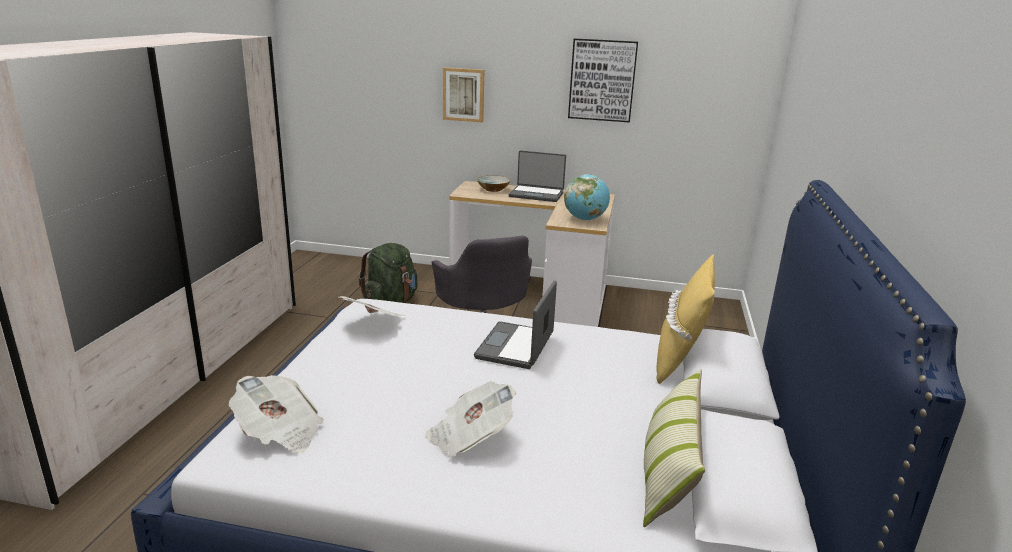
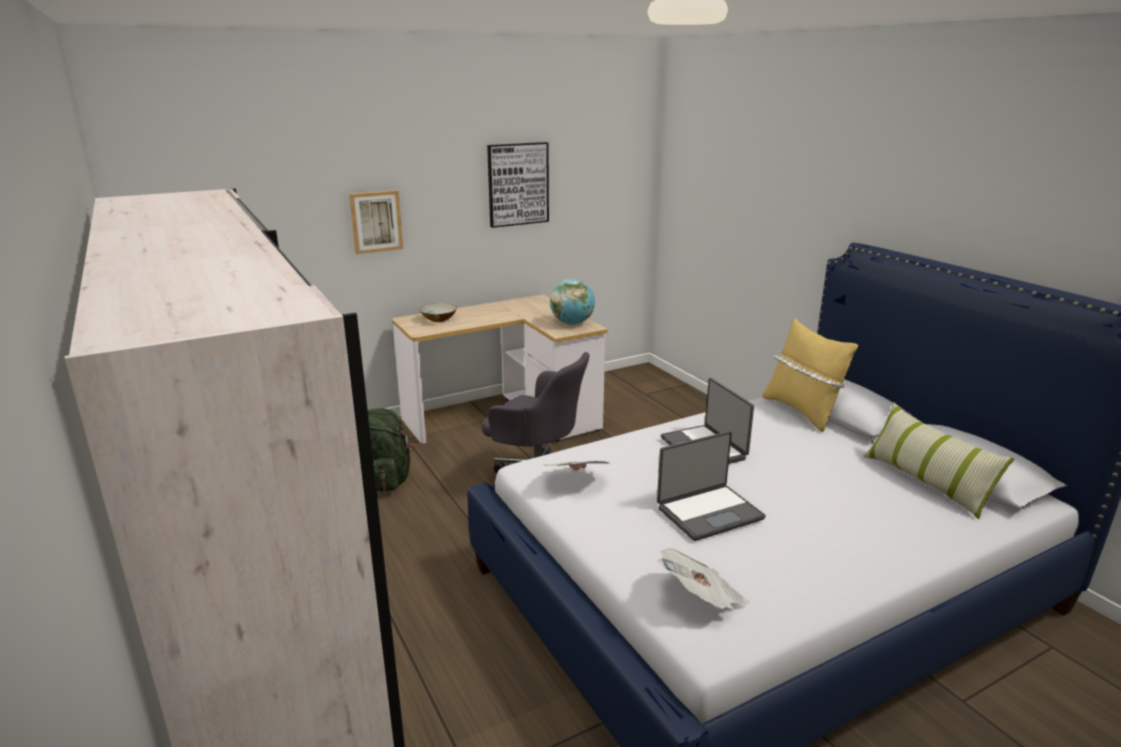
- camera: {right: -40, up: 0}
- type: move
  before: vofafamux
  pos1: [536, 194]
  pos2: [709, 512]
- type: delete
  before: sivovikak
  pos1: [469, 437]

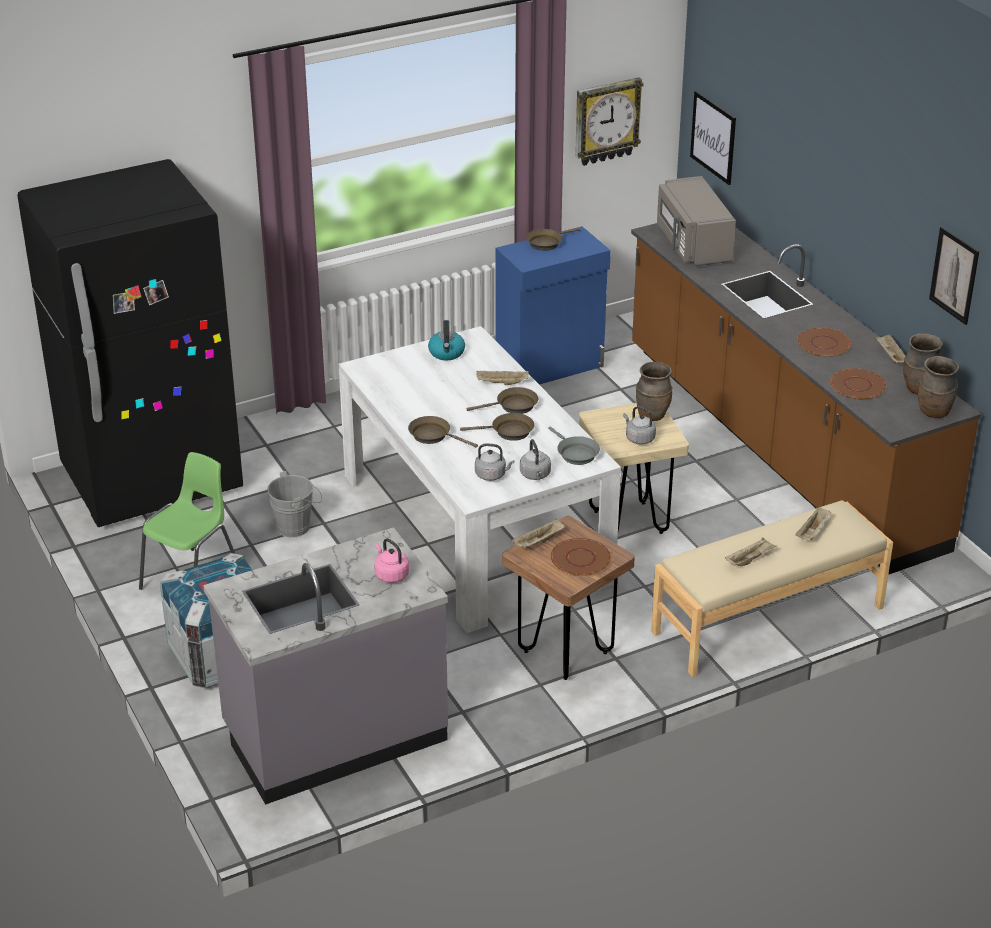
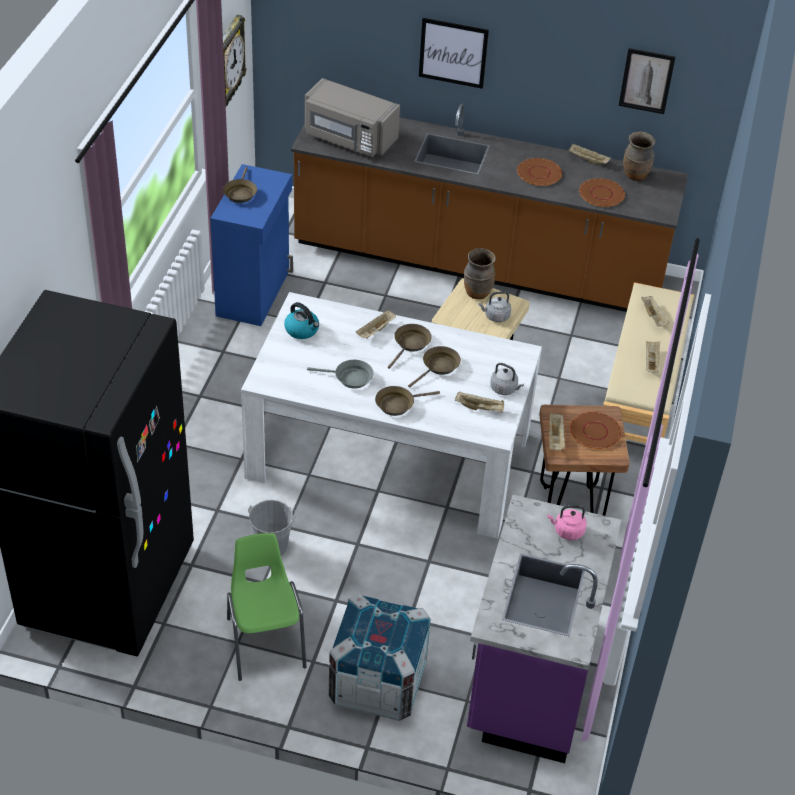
- camera: {right: -50, up: 10}
- type: move
  before: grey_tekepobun
  pos1: [575, 453]
  pos2: [350, 378]
- type: move
  before: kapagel
  pos1: [713, 137]
  pos2: [453, 53]
- type: replace
  before: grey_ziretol
  after: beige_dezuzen
  pos1: [492, 475]
  pos2: [480, 408]
- type: recolor
  before: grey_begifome
  after: purple_begifome
  pos1: [334, 734]
  pos2: [530, 678]
- type: delete
  before: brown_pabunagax
  pos1: [934, 412]

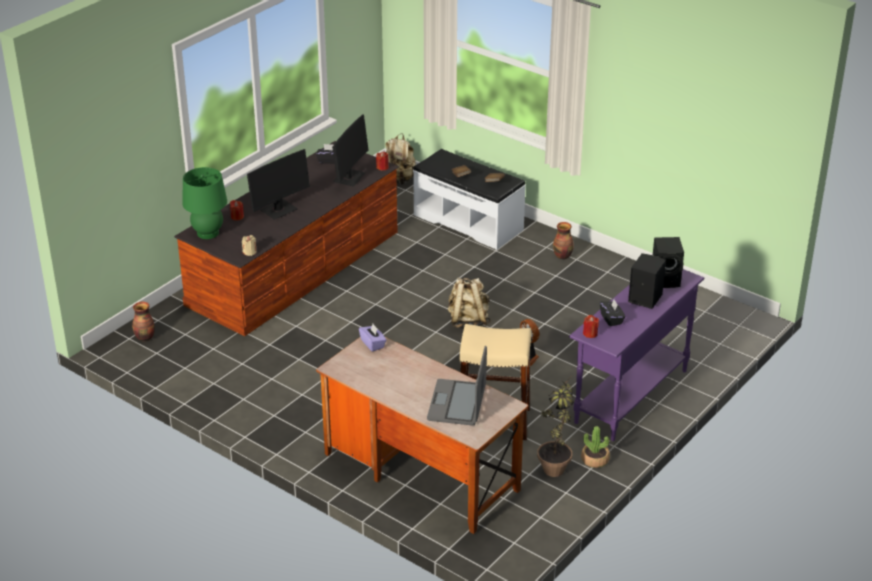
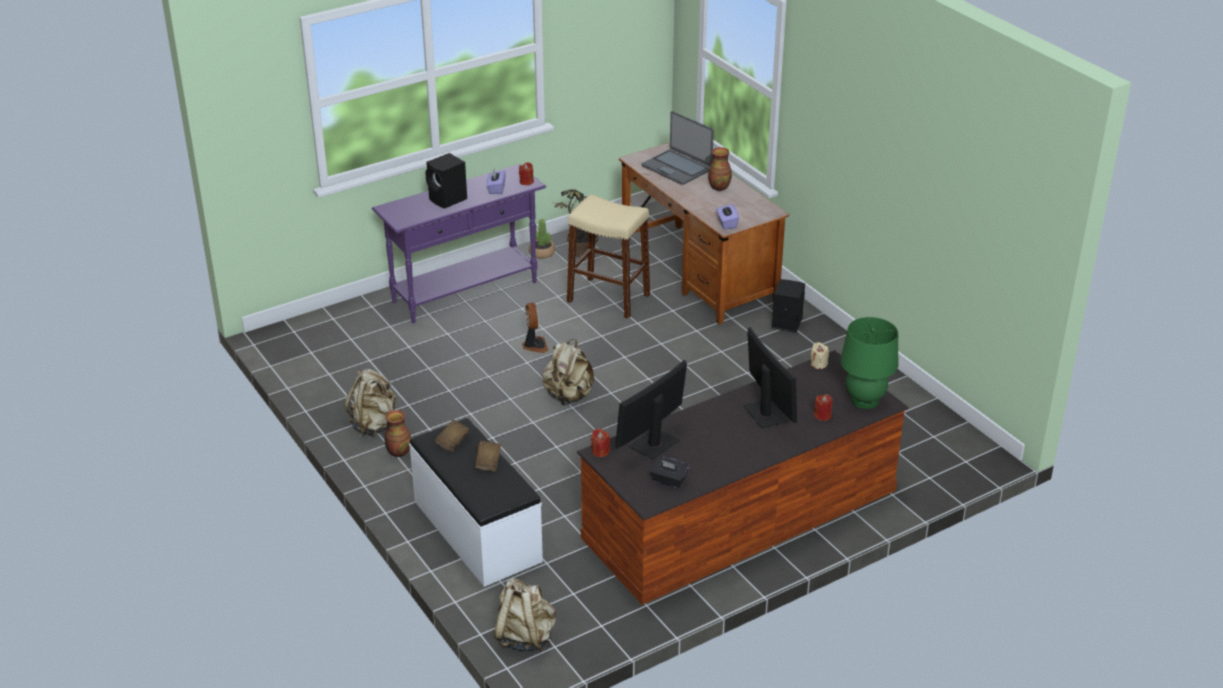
- camera: {right: -160, up: 0}
- type: insert
  after: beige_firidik
  pos2: [374, 425]
- type: recolor
  before: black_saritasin
  after: purple_saritasin
  pos1: [611, 319]
  pos2: [496, 189]
- type: rotate
  before: vofafamux
  pos1: [457, 403]
  pos2: [677, 168]
  turn: 105
- type: move
  before: pabunagax
  pos1: [145, 337]
  pos2: [719, 187]
- type: rotate
  before: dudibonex
  pos1: [279, 210]
  pos2: [766, 414]
  turn: 90
- type: move
  before: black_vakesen
  pos1: [666, 279]
  pos2: [785, 323]

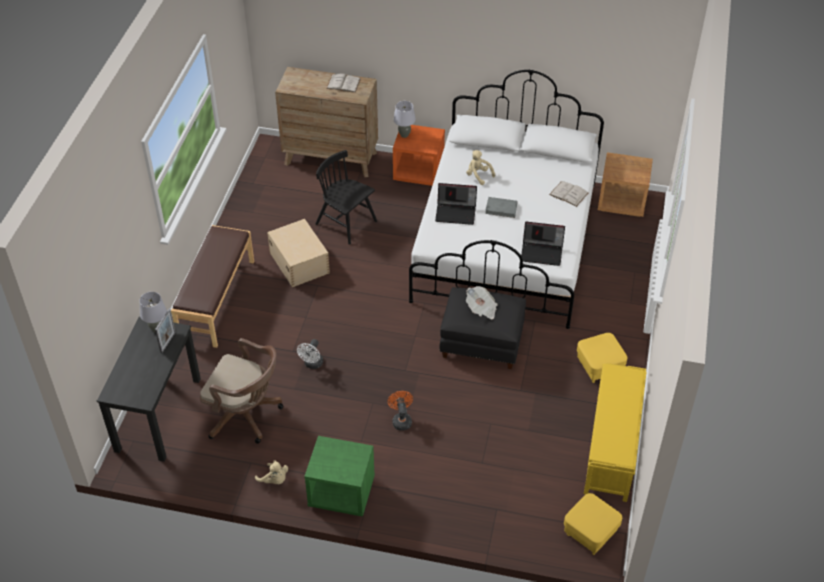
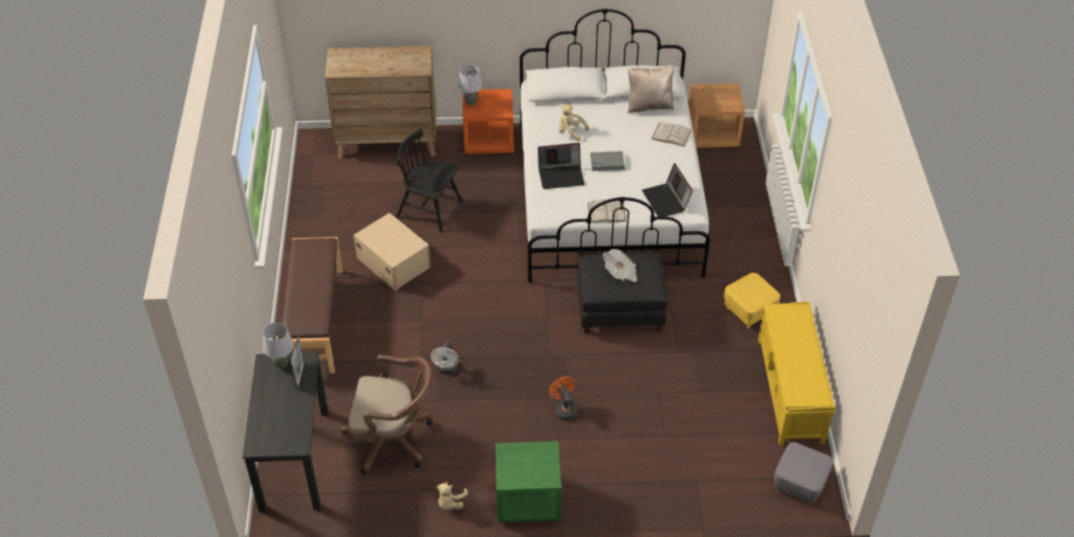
- camera: {right: -15, up: 0}
- type: rotate
  before: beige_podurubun
  pos1: [274, 480]
  pos2: [450, 503]
  turn: 90
- type: move
  before: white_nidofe
  pos1: [343, 83]
  pos2: [606, 212]
- type: insert
  after: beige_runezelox
  pos2: [649, 105]
- type: rotate
  before: vofafamux
  pos1: [542, 252]
  pos2: [666, 201]
  turn: 75
- type: recolor
  before: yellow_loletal
  after: grey_loletal
  pos1: [590, 533]
  pos2: [799, 484]

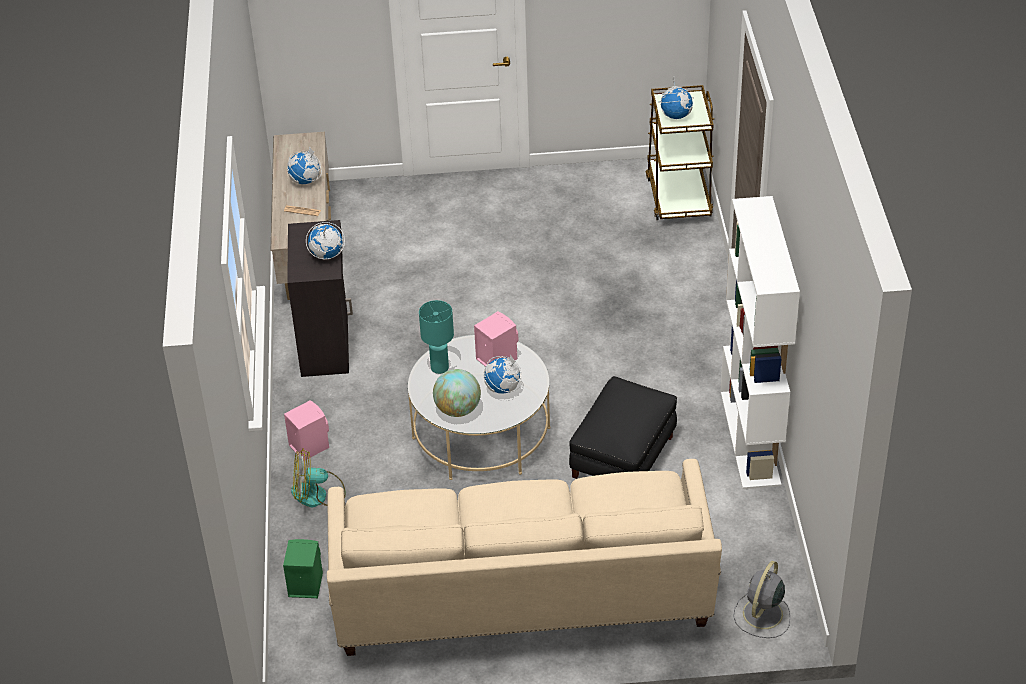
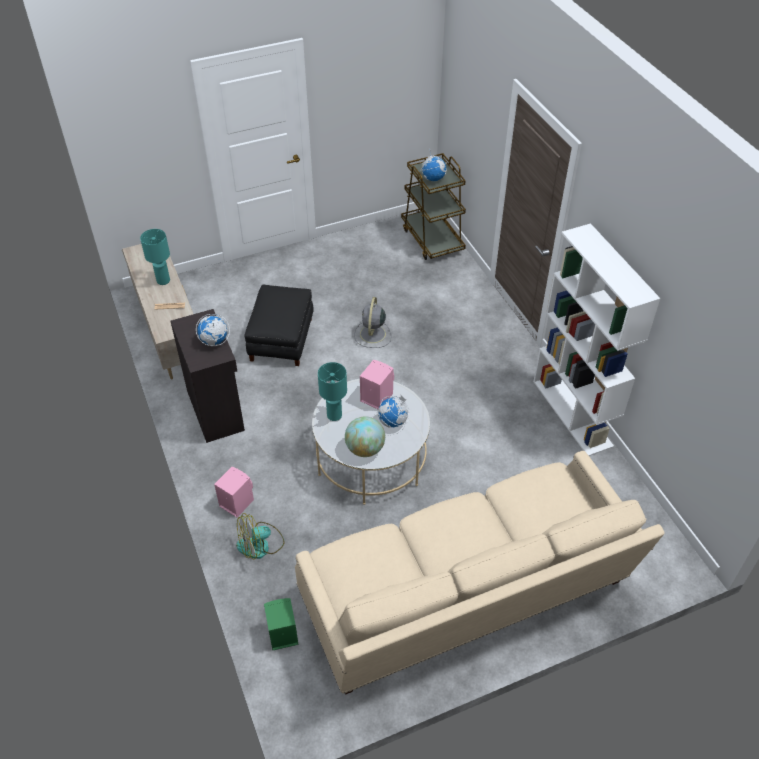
- camera: {right: -20, up: 5}
- type: replace
  before: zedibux
  after: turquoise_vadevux
  pos1: [305, 181]
  pos2: [163, 281]
- type: move
  before: black_loletal
  pos1: [623, 457]
  pos2: [282, 340]
- type: move
  before: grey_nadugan
  pos1: [762, 615]
  pos2: [372, 335]

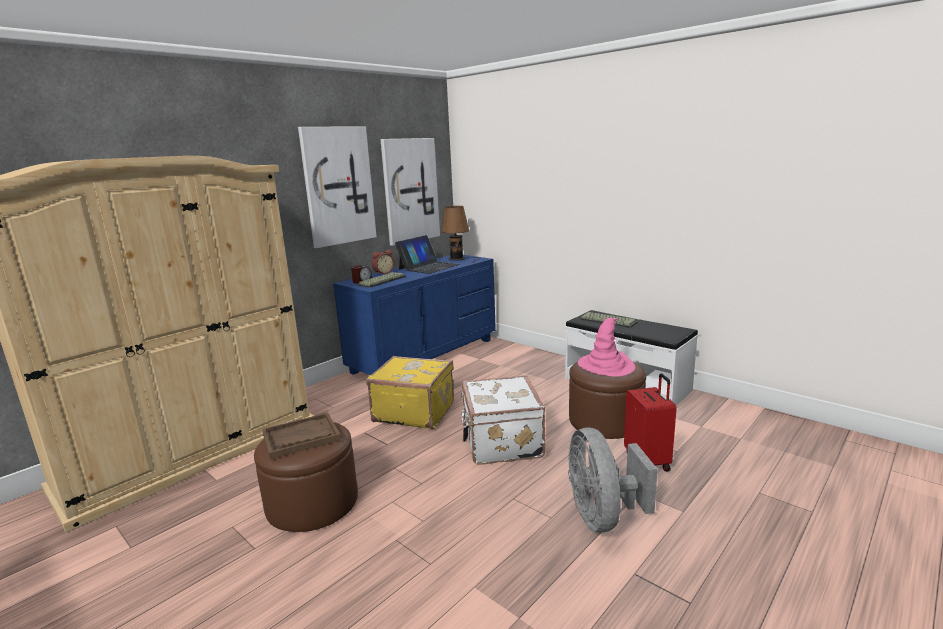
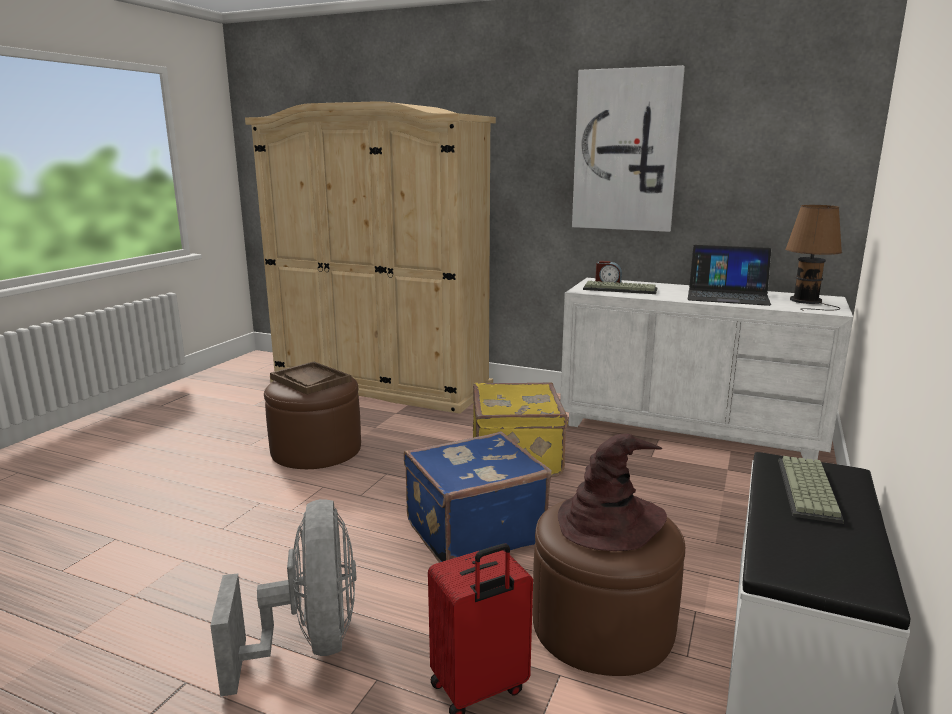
- camera: {right: 70, up: 0}
- type: rotate
  before: grey_nadugan
  pos1: [602, 516]
  pos2: [309, 643]
  turn: 105
- type: recolor
  before: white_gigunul
  after: blue_gigunul
  pos1: [500, 442]
  pos2: [473, 530]
- type: recolor
  before: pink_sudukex
  after: brown_sudukex
  pos1: [606, 365]
  pos2: [609, 522]
- type: recolor
  before: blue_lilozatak
  after: white_lilozatak
  pos1: [425, 356]
  pos2: [689, 429]
- type: delete
  before: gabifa
  pos1: [383, 273]
- type: delete
  before: kapagel
  pos1: [410, 190]

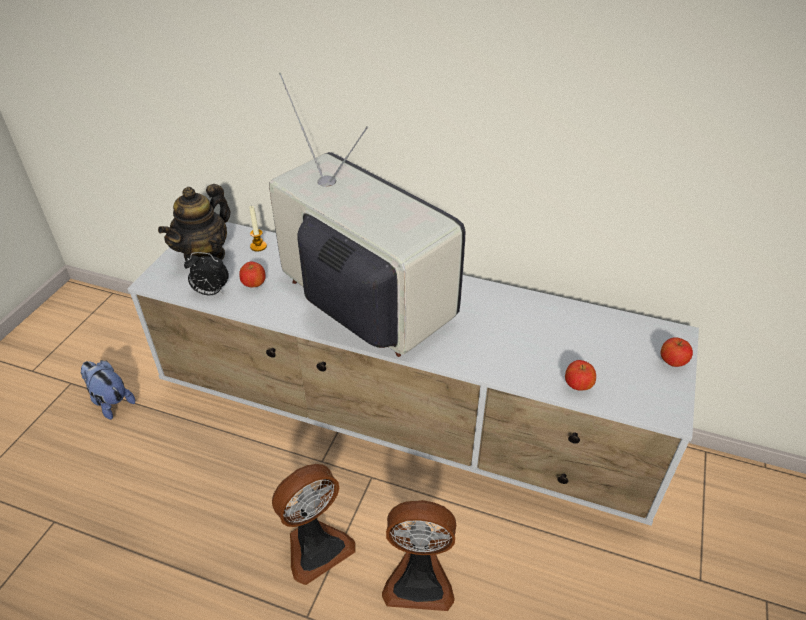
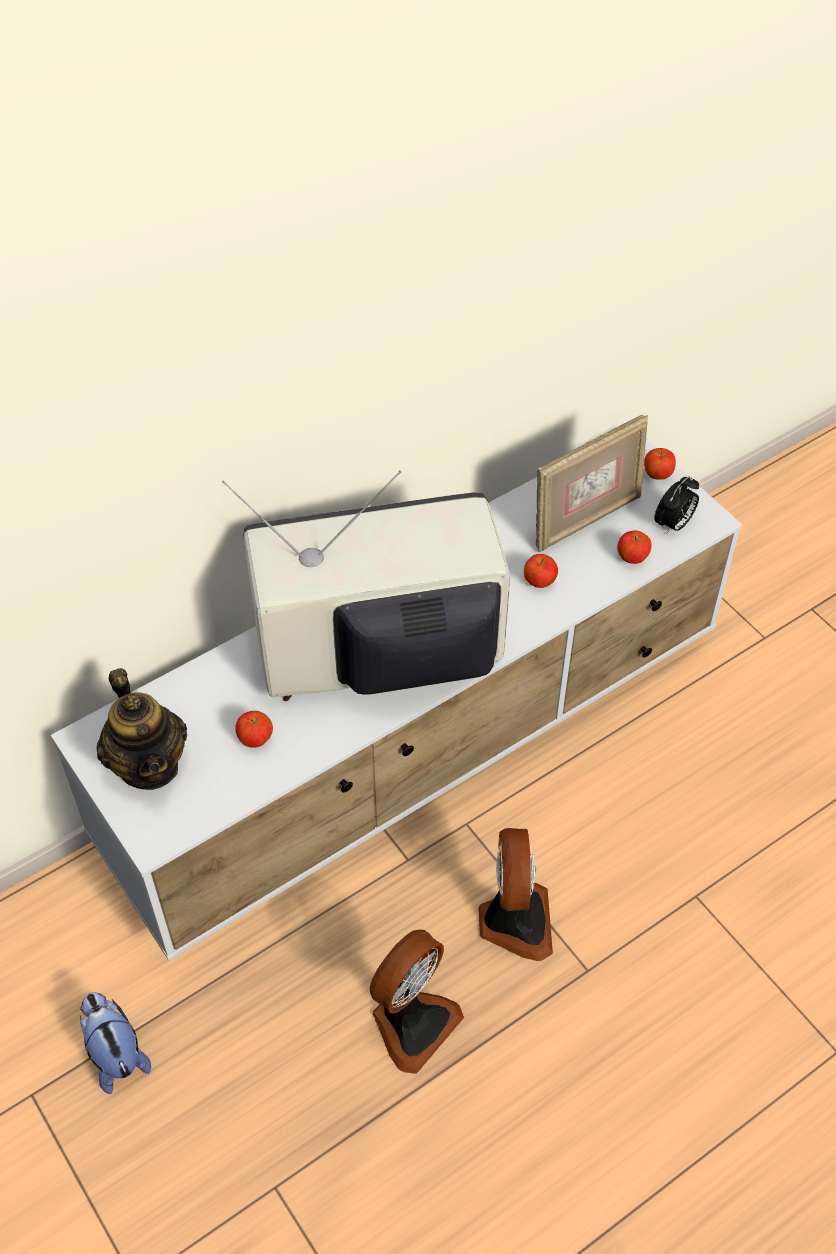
- camera: {right: -55, up: 10}
- type: rotate
  before: podurubun
  pos1: [111, 401]
  pos2: [115, 1053]
  turn: 75
- type: move
  before: nadugan
  pos1: [419, 579]
  pos2: [411, 1022]
- type: insert
  after: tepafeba
  pos2: [539, 581]
- type: insert
  after: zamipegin
  pos2: [585, 520]
- type: move
  before: gabifa
  pos1: [210, 292]
  pos2: [673, 524]
- type: delete
  before: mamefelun
  pos1: [258, 246]

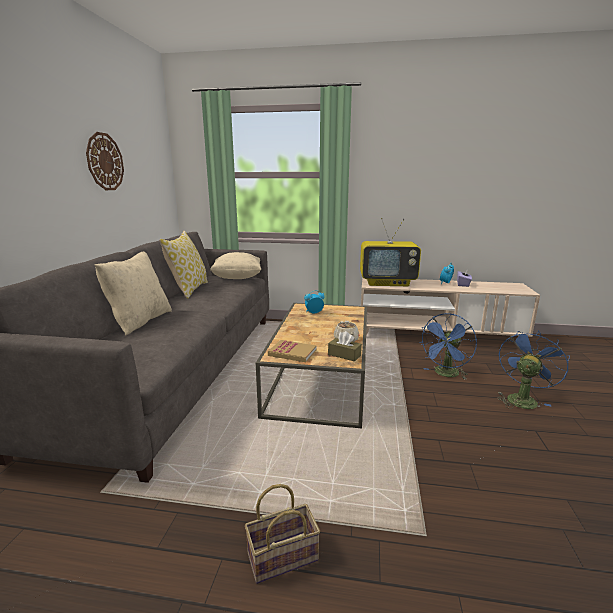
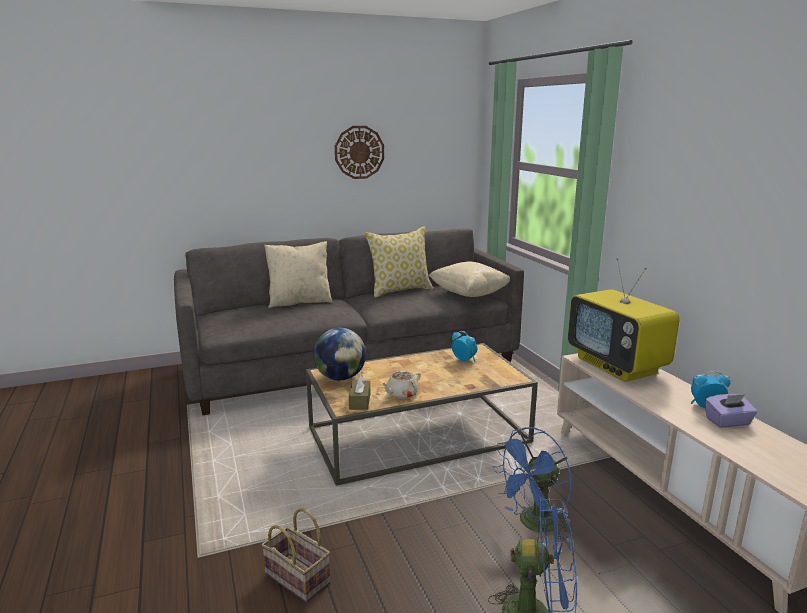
- camera: {right: 60, up: 0}
- type: move
  before: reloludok
  pos1: [284, 555]
  pos2: [299, 578]
- type: replace
  before: nidofe
  after: zedibux
  pos1: [292, 353]
  pos2: [340, 377]
- type: rotate
  before: blue_nadugan
  pos1: [445, 374]
  pos2: [533, 525]
  turn: -45

